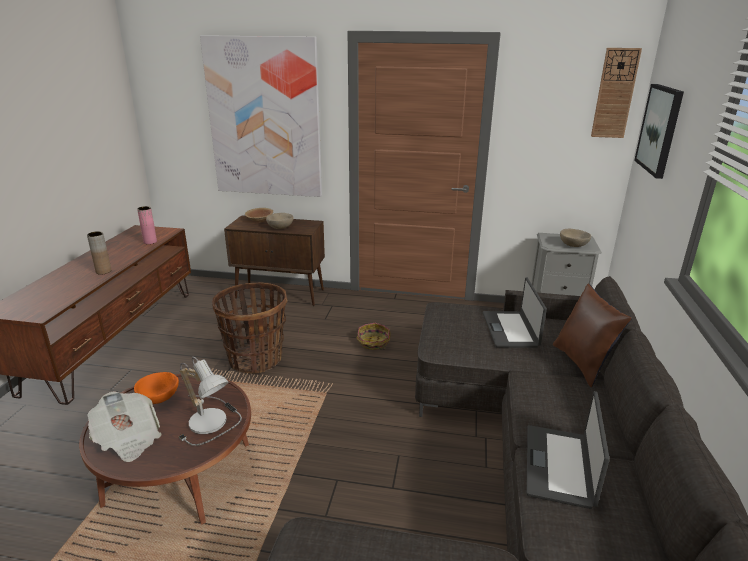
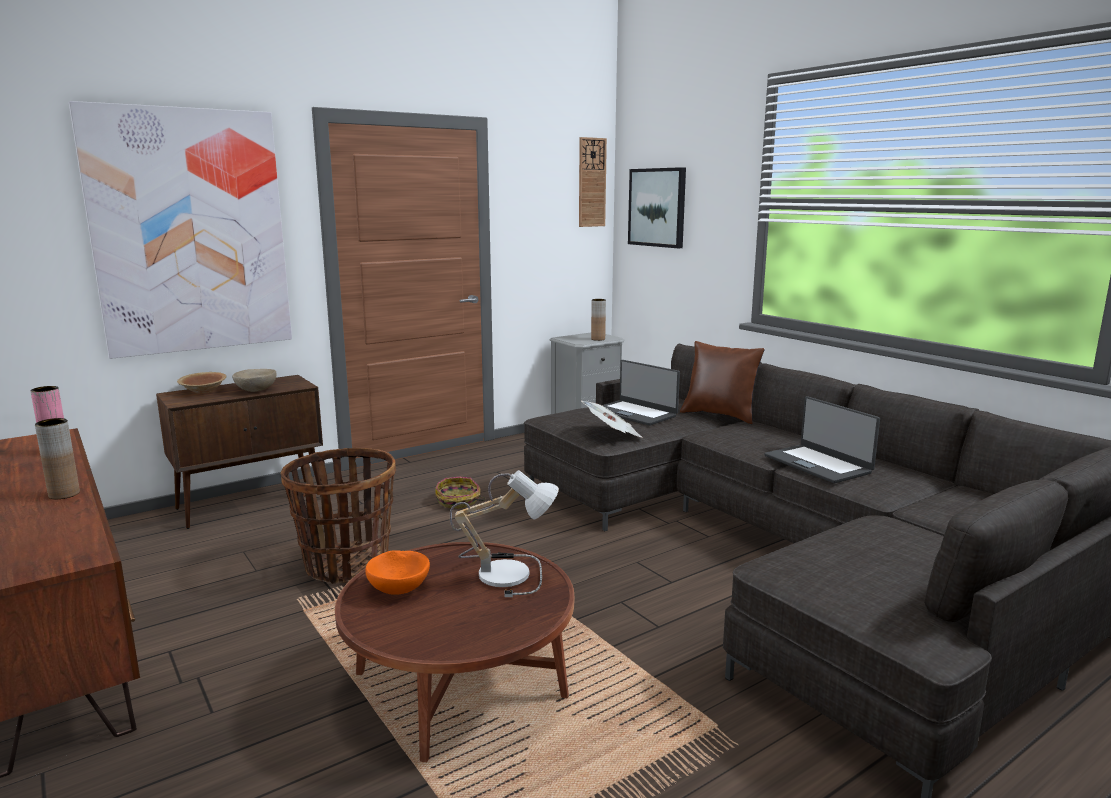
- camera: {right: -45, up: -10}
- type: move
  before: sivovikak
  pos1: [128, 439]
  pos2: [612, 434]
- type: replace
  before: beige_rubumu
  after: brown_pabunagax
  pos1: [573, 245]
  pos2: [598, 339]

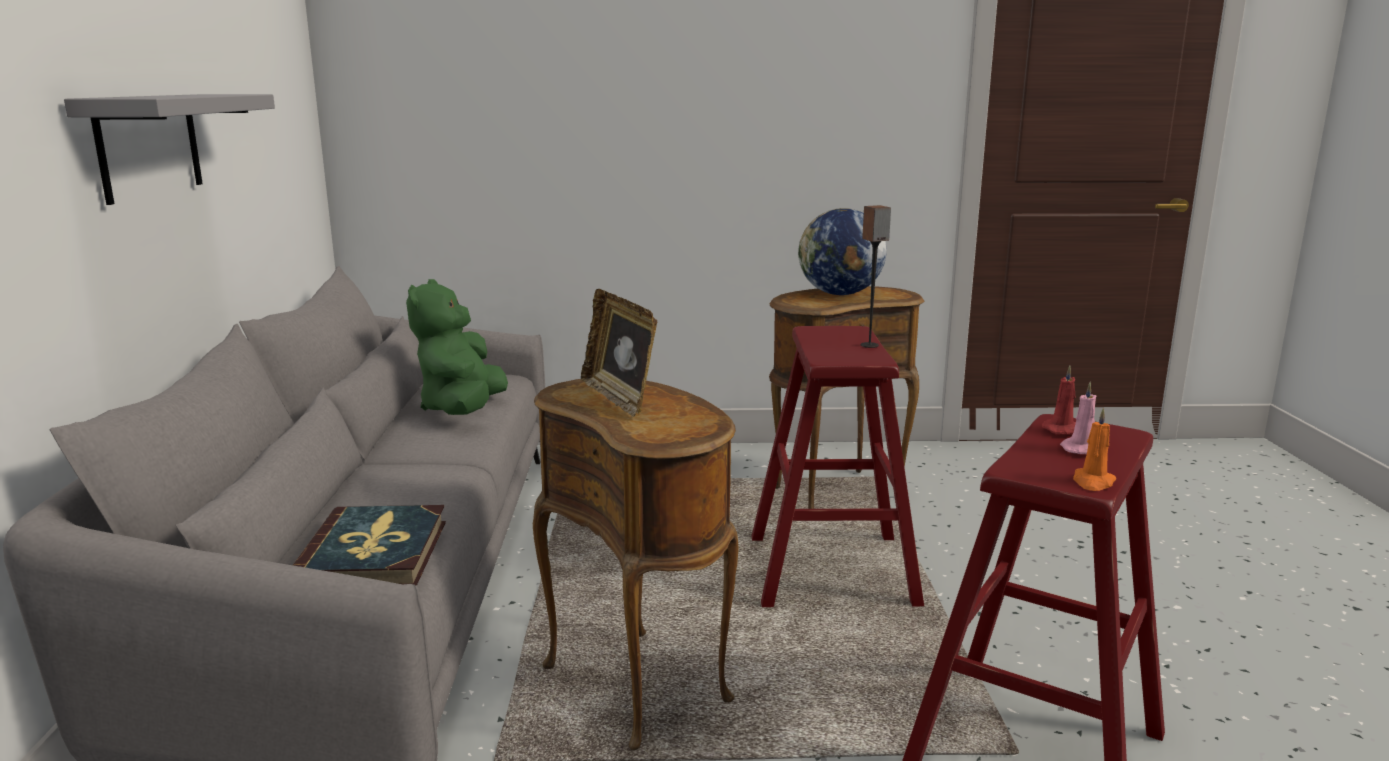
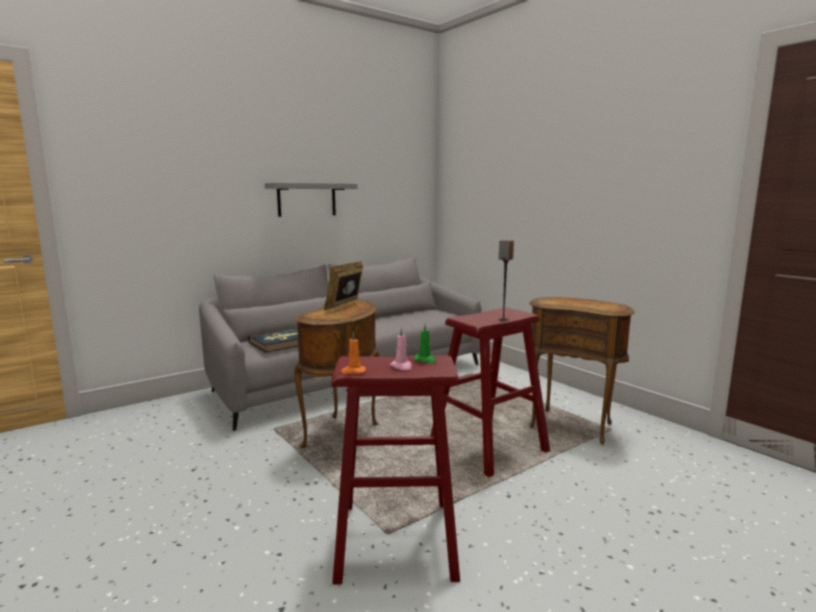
- camera: {right: 55, up: -5}
- type: recolor
  before: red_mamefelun
  after: green_mamefelun
  pos1: [1063, 430]
  pos2: [425, 360]
- type: delete
  before: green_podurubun
  pos1: [463, 410]
- type: delete
  before: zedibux
  pos1: [839, 294]

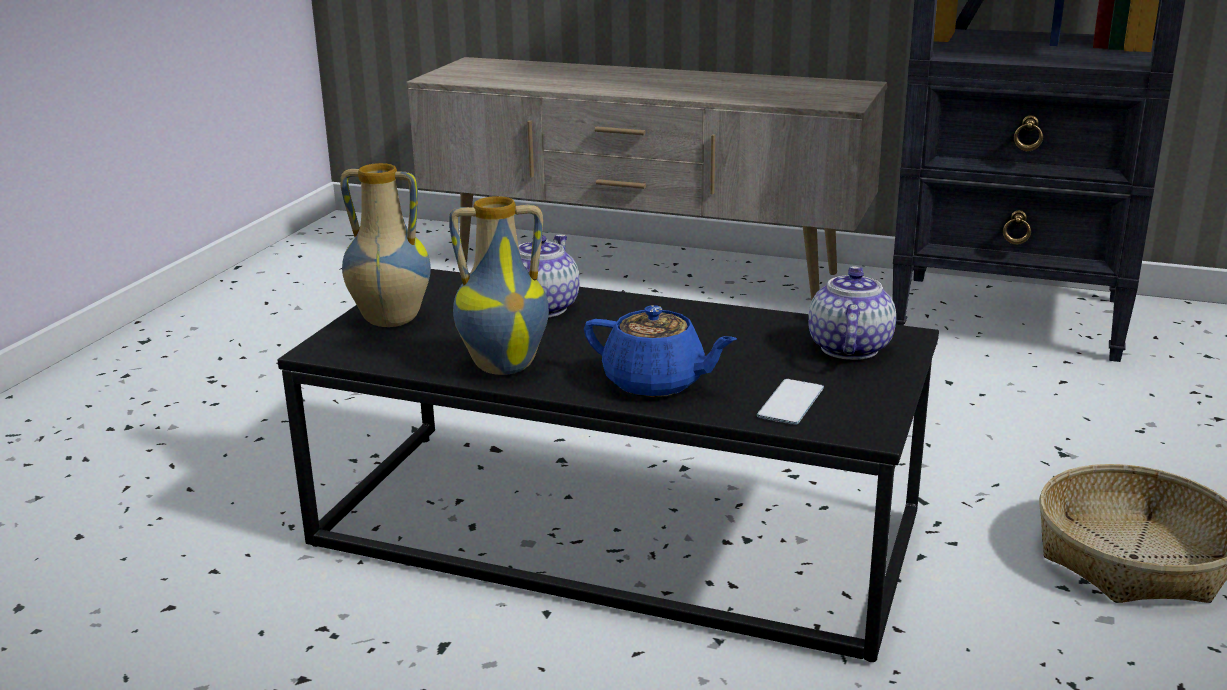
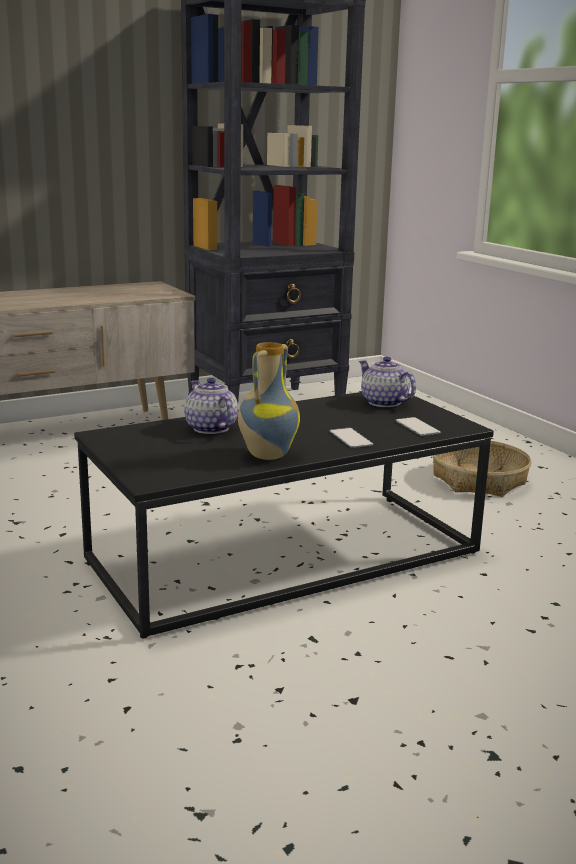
- camera: {right: -50, up: -5}
- type: replace
  before: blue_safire
  after: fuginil
  pos1: [656, 383]
  pos2: [350, 438]
- type: delete
  before: pabunagax
  pos1: [389, 321]

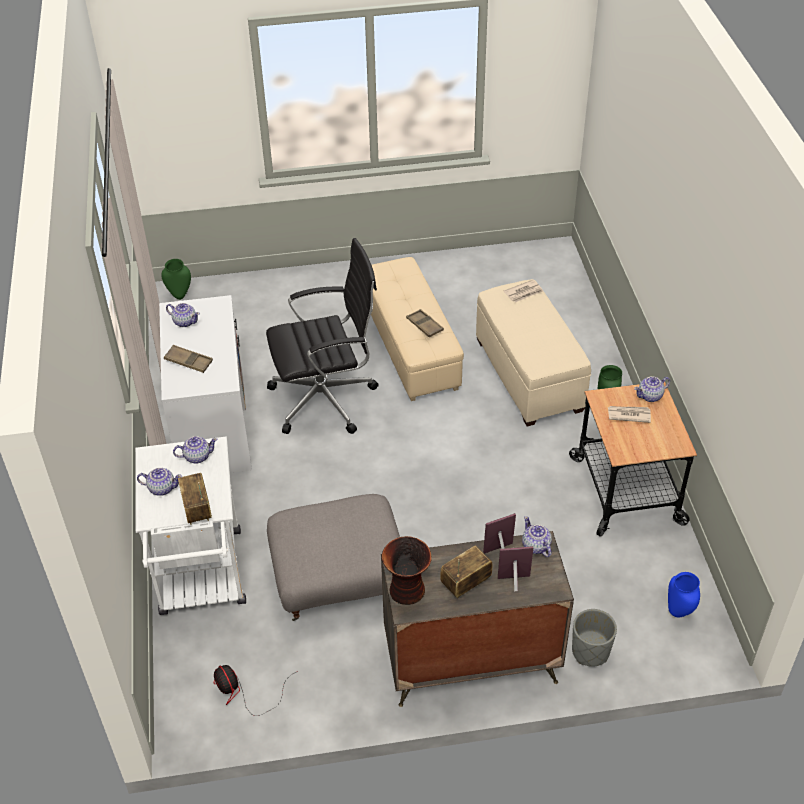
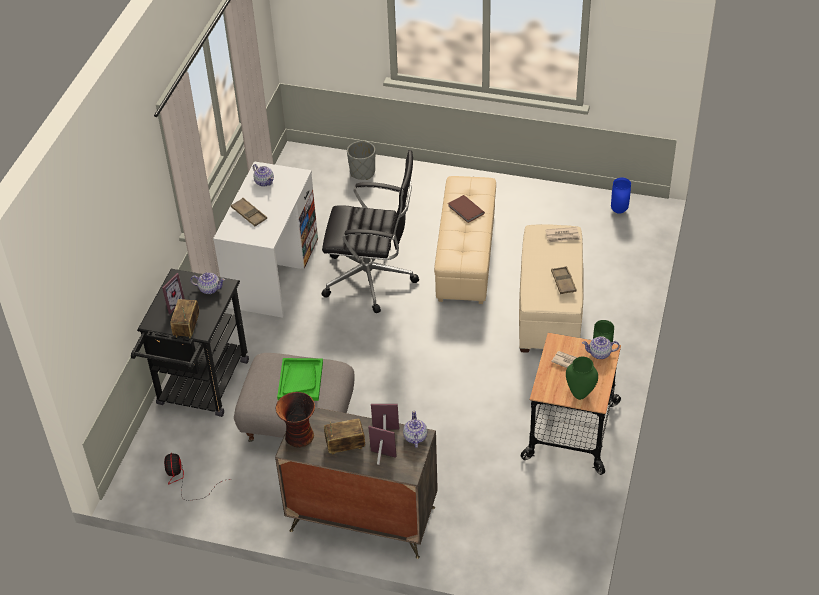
- camera: {right: 25, up: 0}
- type: recolor
  before: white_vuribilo
  after: black_vuribilo
  pos1: [202, 580]
  pos2: [200, 389]
- type: replace
  before: safire
  after: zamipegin
  pos1: [161, 488]
  pos2: [171, 304]
- type: insert
  after: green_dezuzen
  pos2: [300, 380]
- type: move
  before: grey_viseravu
  pos1: [590, 651]
  pos2: [362, 172]
- type: insert
  after: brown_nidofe
  pos2: [465, 210]
- type: move
  before: brown_dezuzen
  pos1: [424, 325]
  pos2: [563, 282]
- type: move
  before: green_pabunagax
  pos1: [180, 295]
  pos2: [580, 394]
- type: move
  before: blue_pabunagax
  pos1: [678, 612]
  pos2: [618, 210]

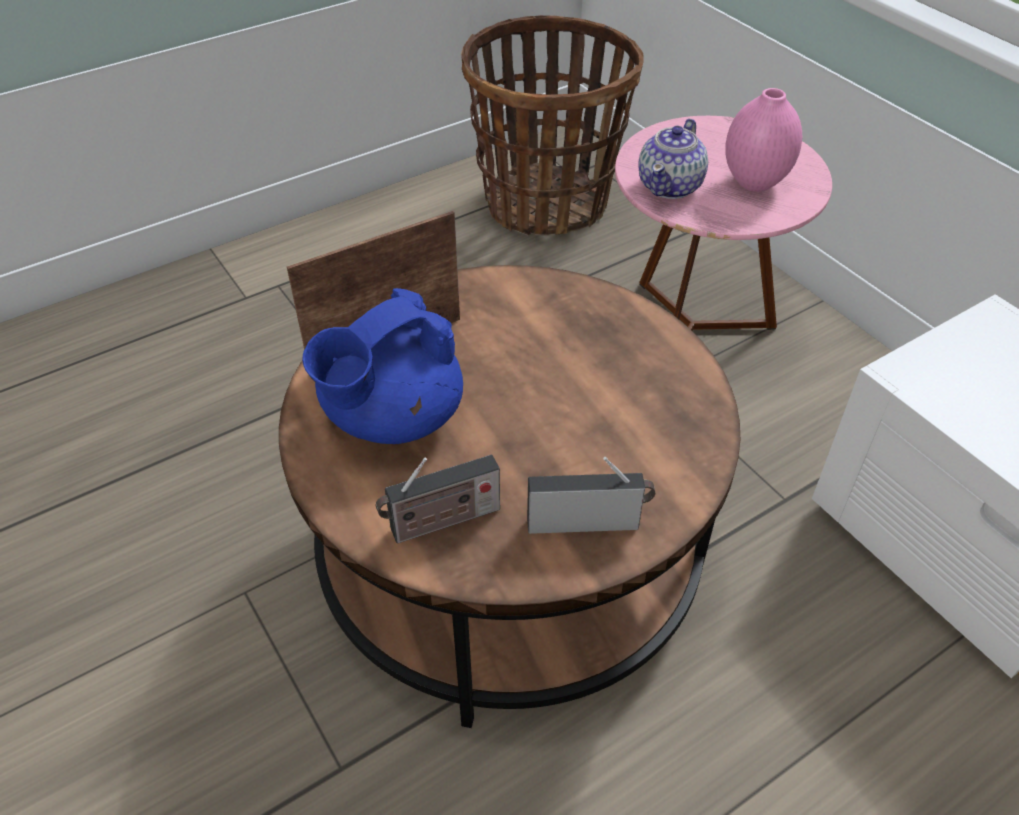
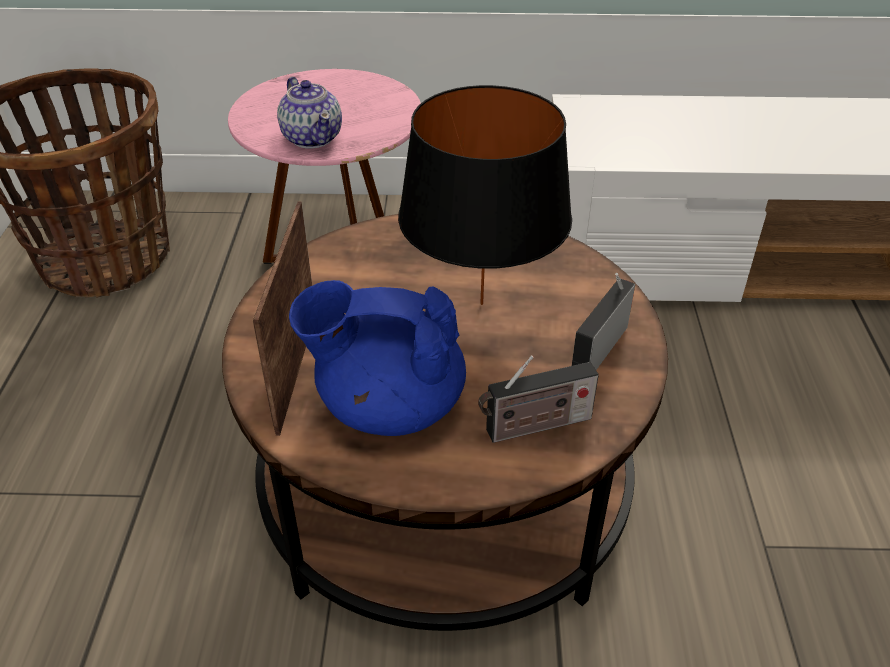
- camera: {right: -55, up: -5}
- type: rotate
  before: blue_safire
  pos1: [391, 417]
  pos2: [388, 404]
  turn: 105
- type: insert
  after: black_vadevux
  pos2: [482, 304]
- type: rotate
  before: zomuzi
  pos1: [441, 522]
  pos2: [534, 426]
  turn: 60
- type: delete
  before: pink_pabunagax
  pos1: [755, 182]

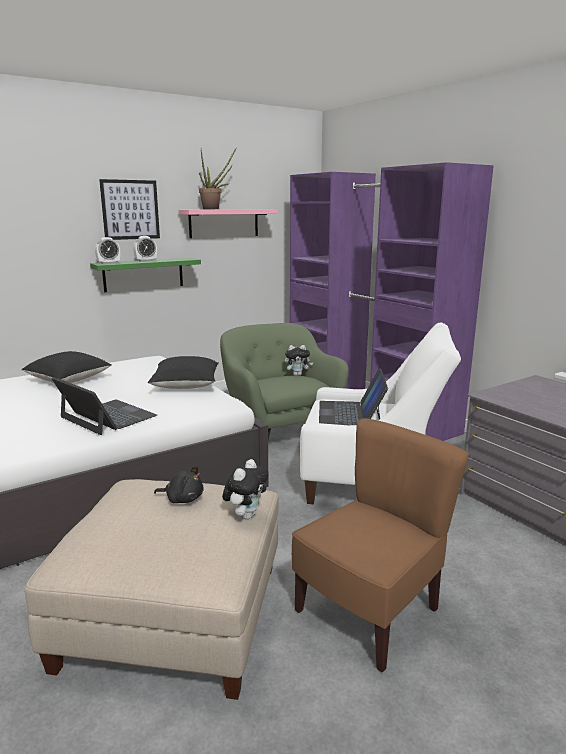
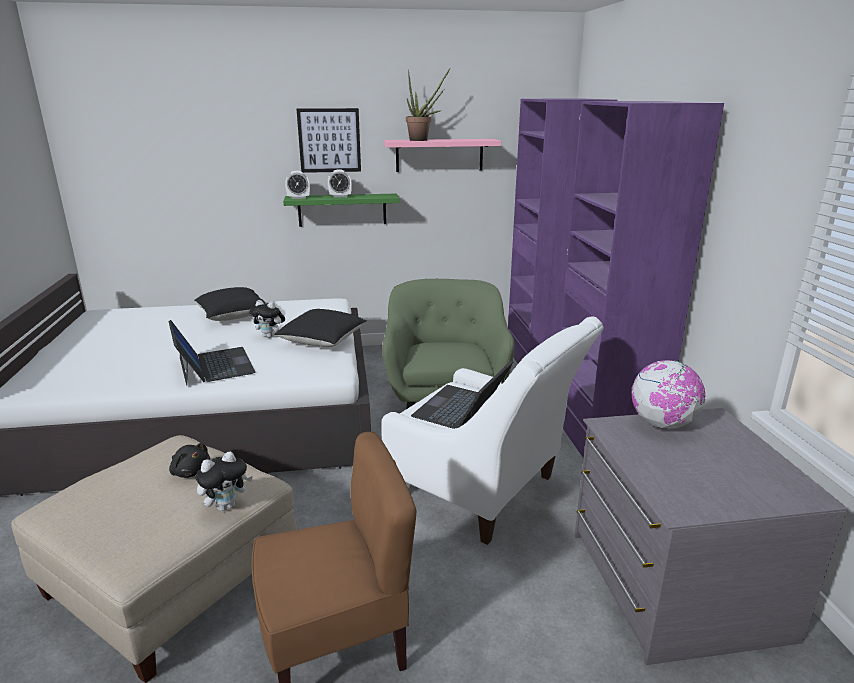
- camera: {right: 25, up: 5}
- type: move
  before: podurubun
  pos1: [297, 374]
  pos2: [270, 336]
- type: insert
  after: zedibux
  pos2: [662, 424]

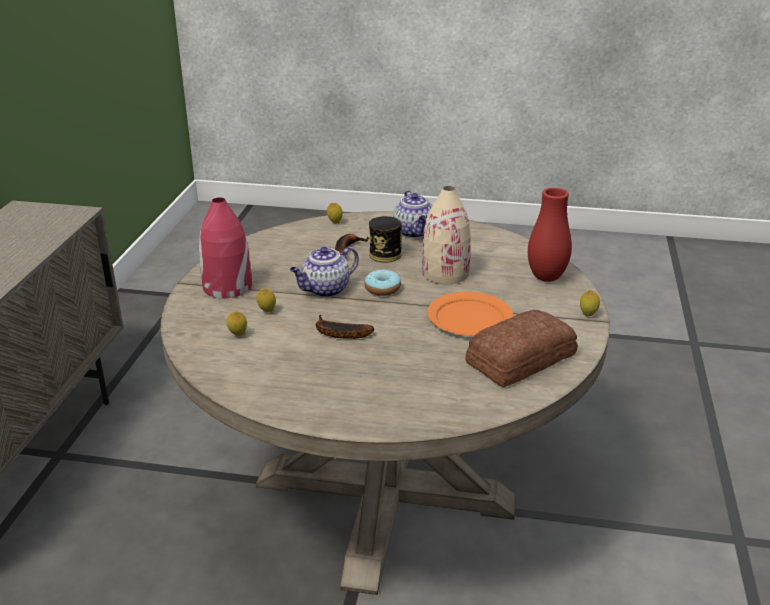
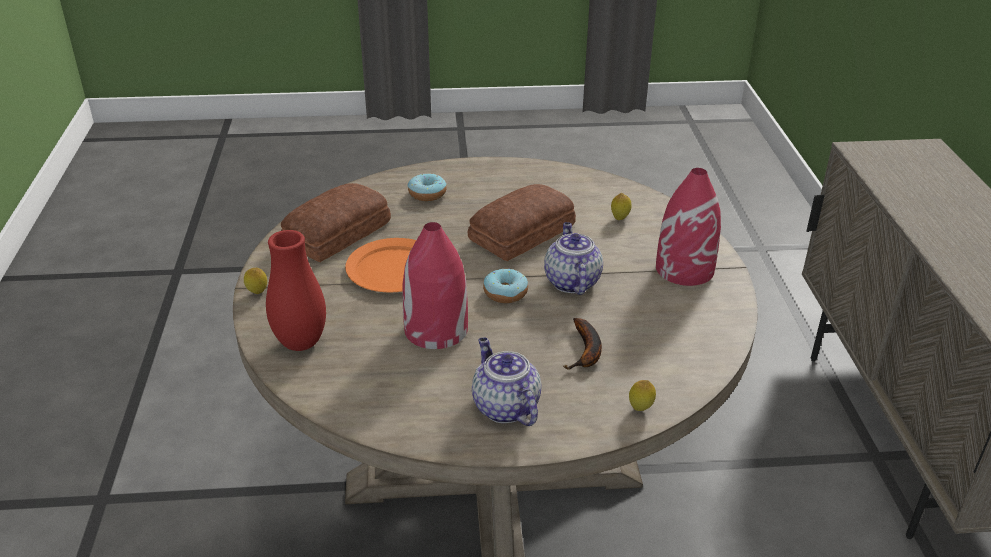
- camera: {right: 165, up: 5}
- type: recolor
  before: beige_pabunagax
  after: red_pabunagax
  pos1: [445, 273]
  pos2: [435, 330]
- type: insert
  after: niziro
  pos2: [427, 194]
- type: replace
  before: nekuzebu
  after: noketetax
  pos1: [338, 333]
  pos2: [524, 233]
- type: rotate
  before: safire
  pos1: [325, 290]
  pos2: [571, 281]
  turn: -45
- type: delete
  before: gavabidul
  pos1: [267, 311]
- type: delete
  before: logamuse
  pos1: [385, 255]

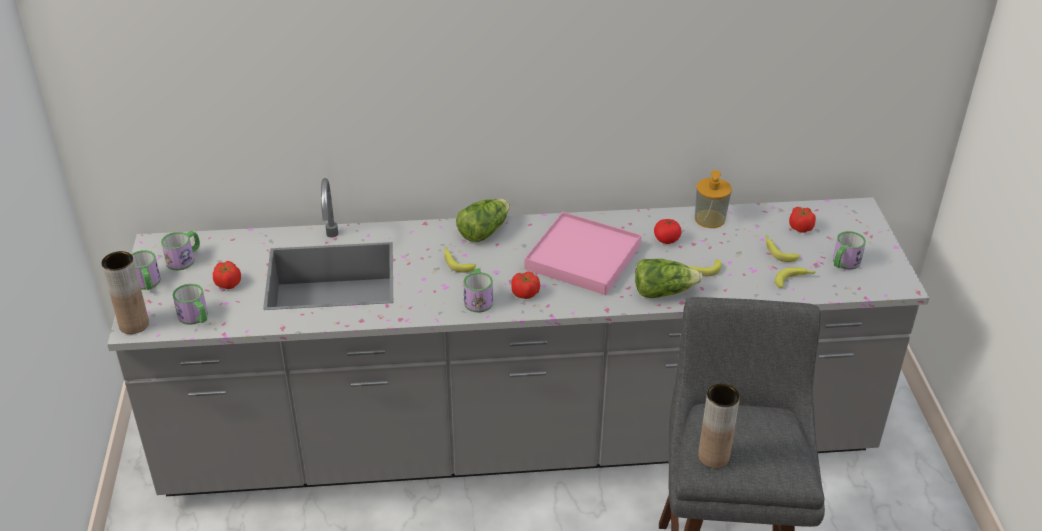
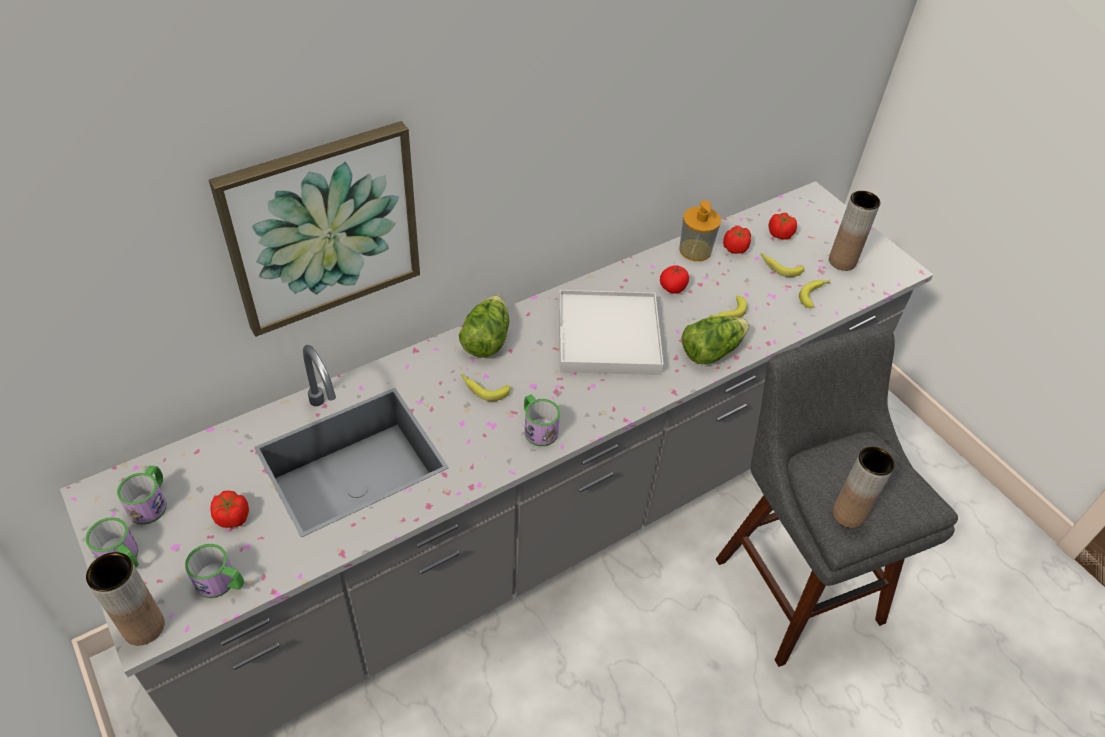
- camera: {right: -30, up: 10}
- type: insert
  after: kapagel
  pos2: [323, 228]
- type: recolor
  before: pink_dezuzen
  after: white_dezuzen
  pos1: [582, 257]
  pos2: [608, 336]
- type: move
  before: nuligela
  pos1: [525, 293]
  pos2: [735, 248]
- type: replace
  before: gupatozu
  after: brown_pabunagax
  pos1: [843, 263]
  pos2: [842, 261]

